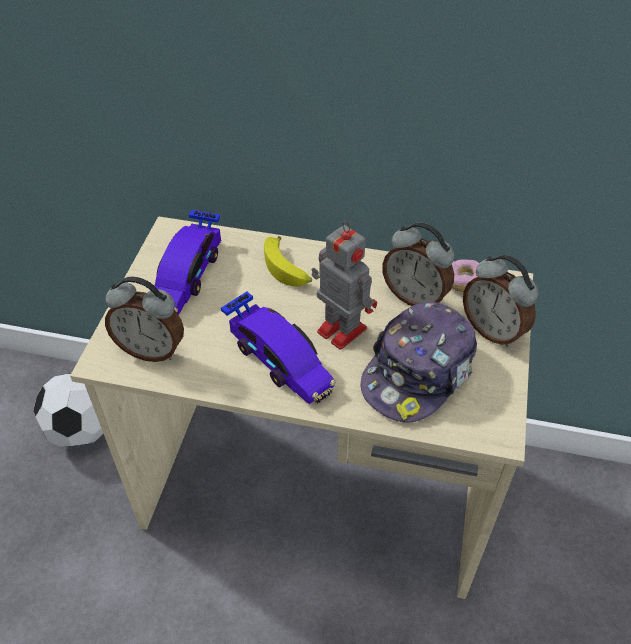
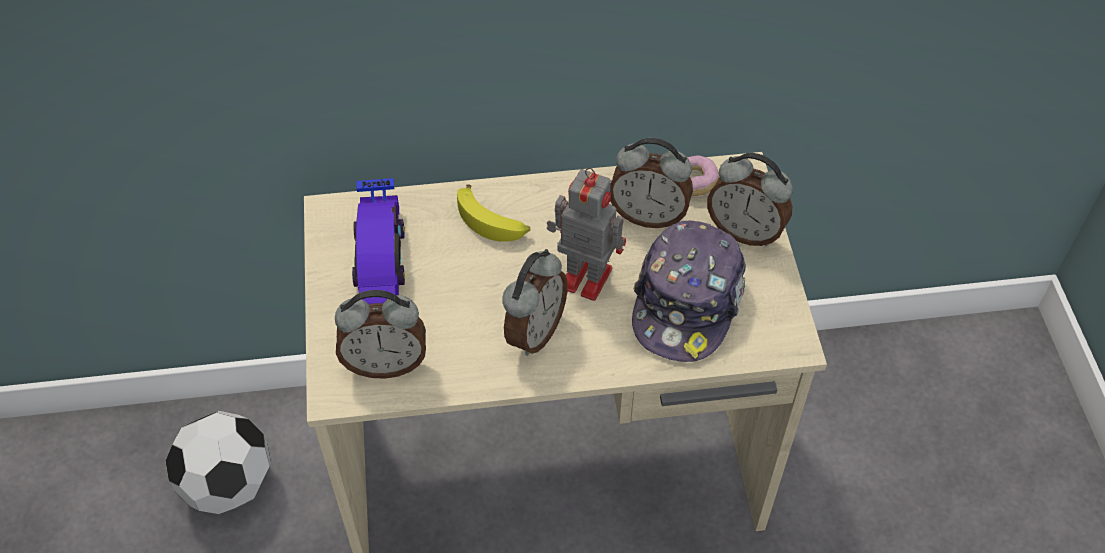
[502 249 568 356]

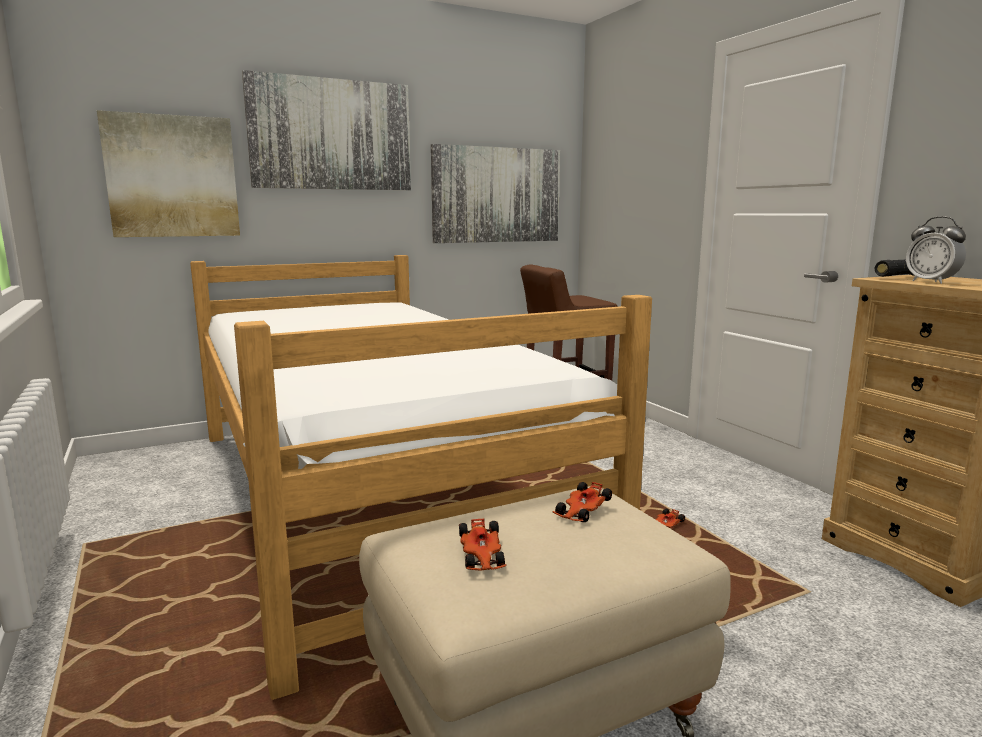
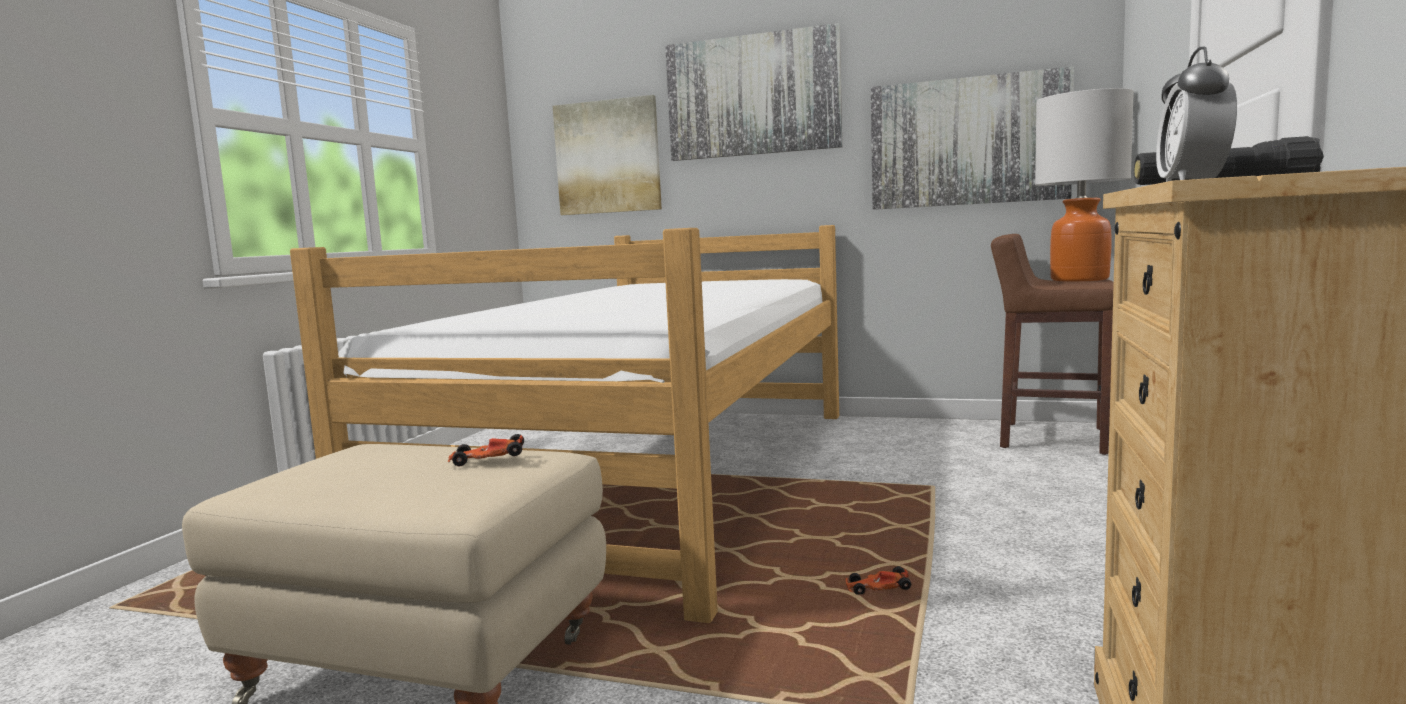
[459 519 507 571] (first image)
[1035 88 1134 282]

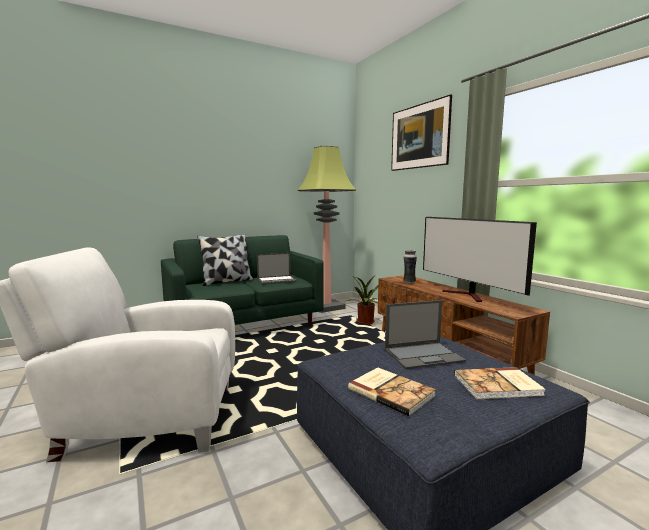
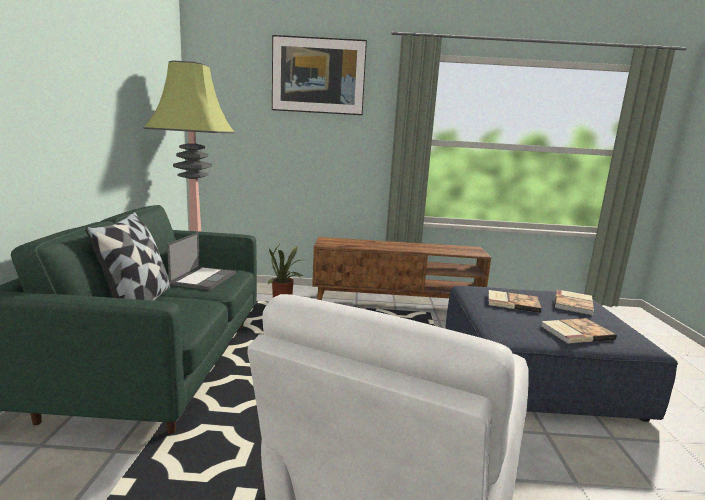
[403 250 417 284] (first image)
[423 217 537 302] (first image)
[488 290 542 313]

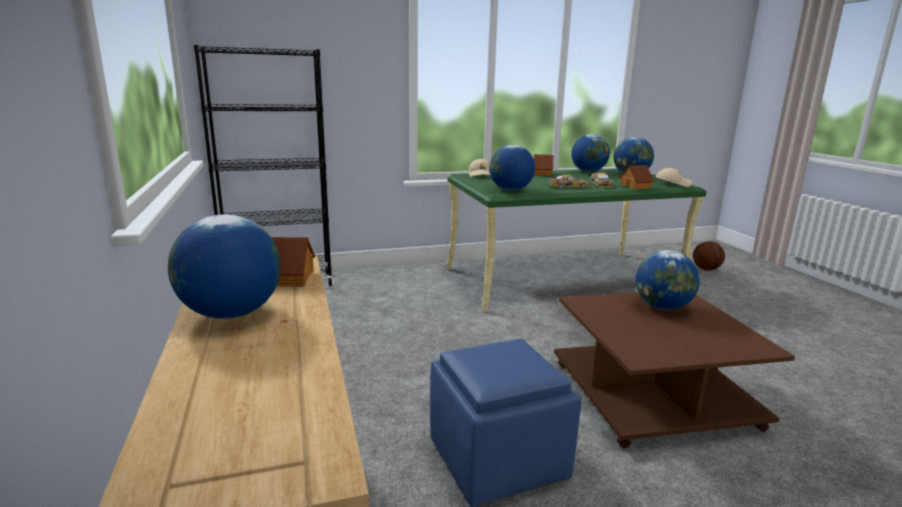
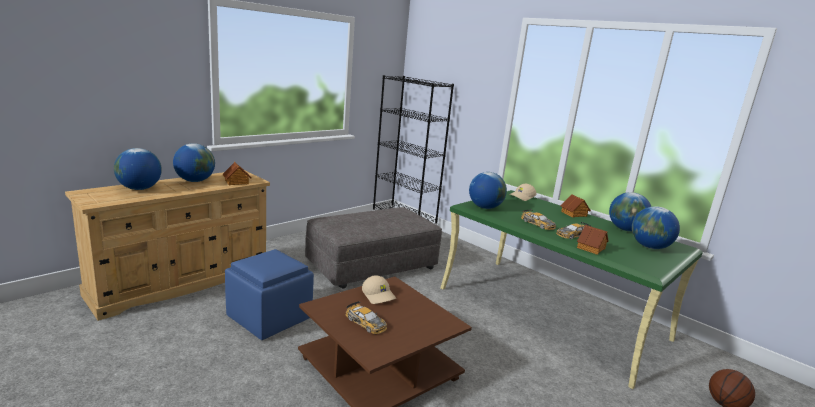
[305 207 442 289]
[345 301 387 334]
[114 148 162 190]
[362 275 396 304]

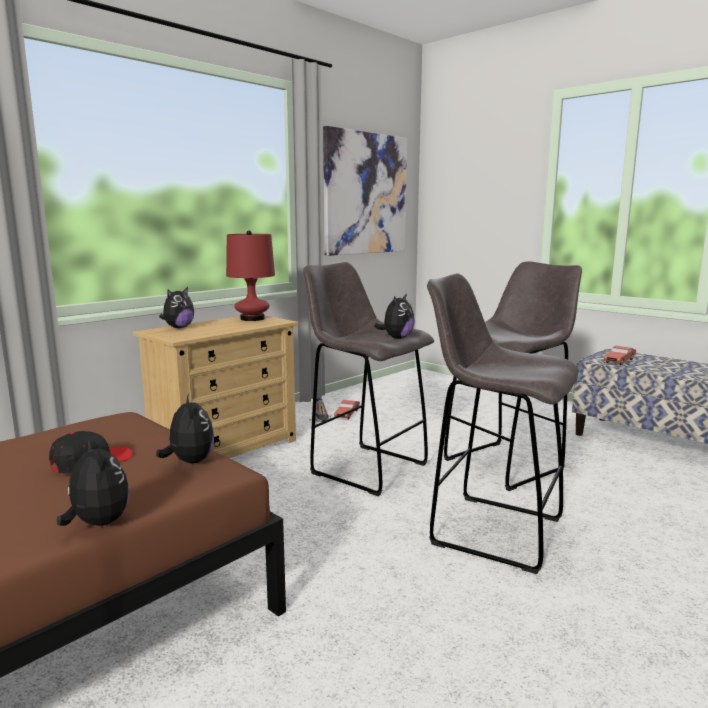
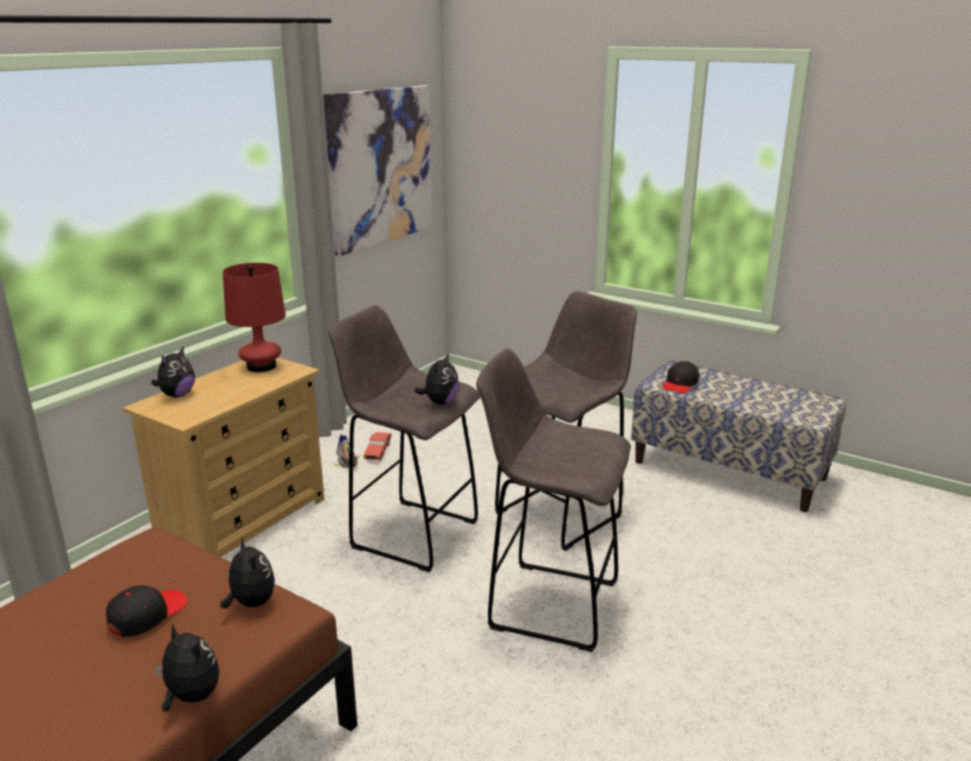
[662 361 699 394]

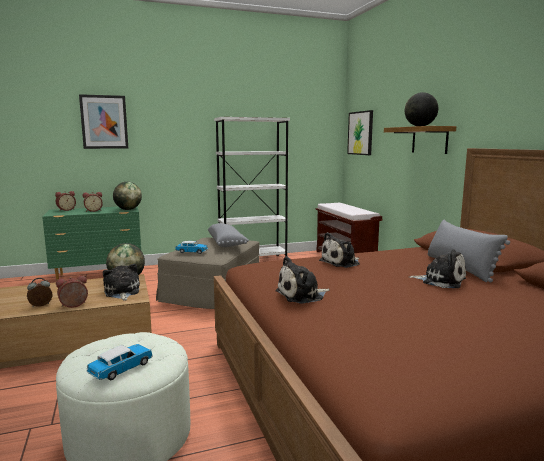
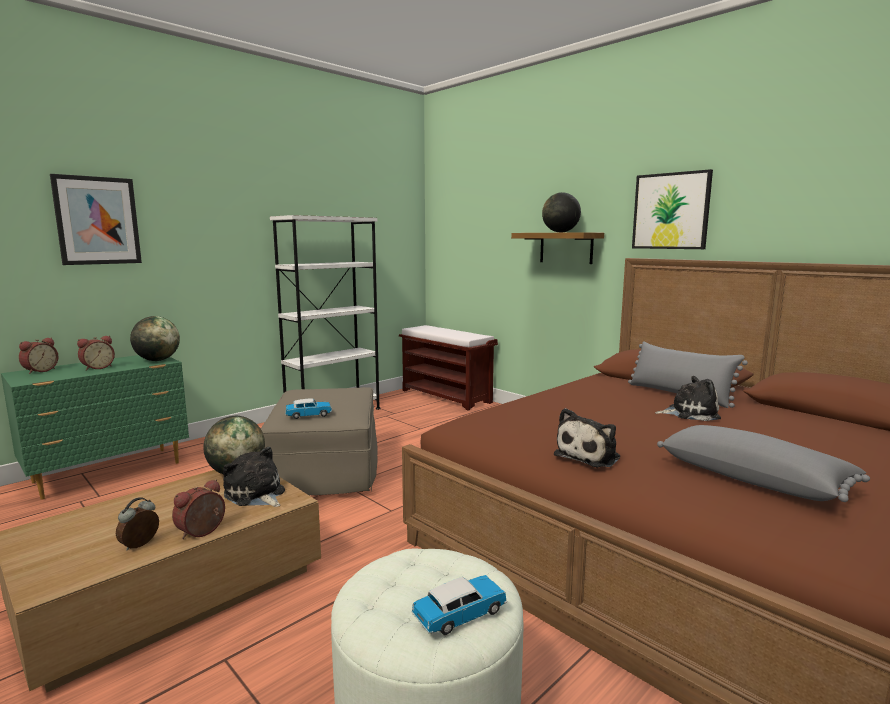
[319 232 360 268] (first image)
[657 425 870 502]
[632 169 713 249]
[411 575 507 635]

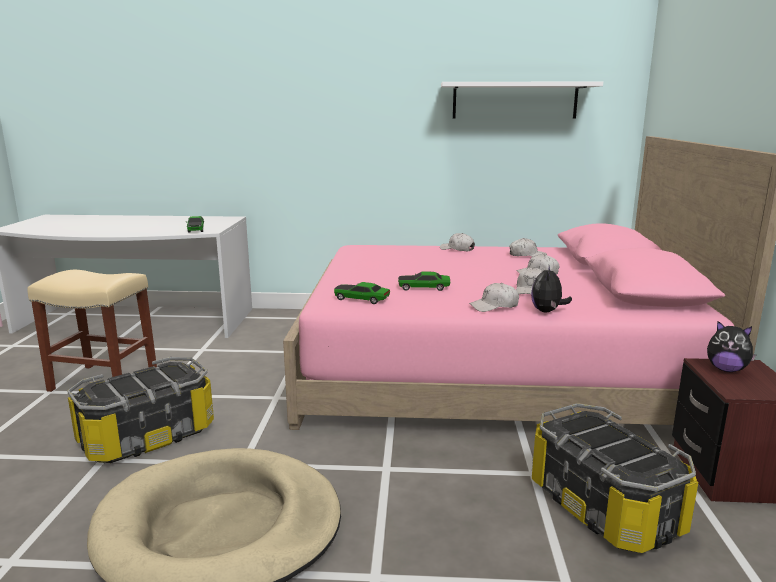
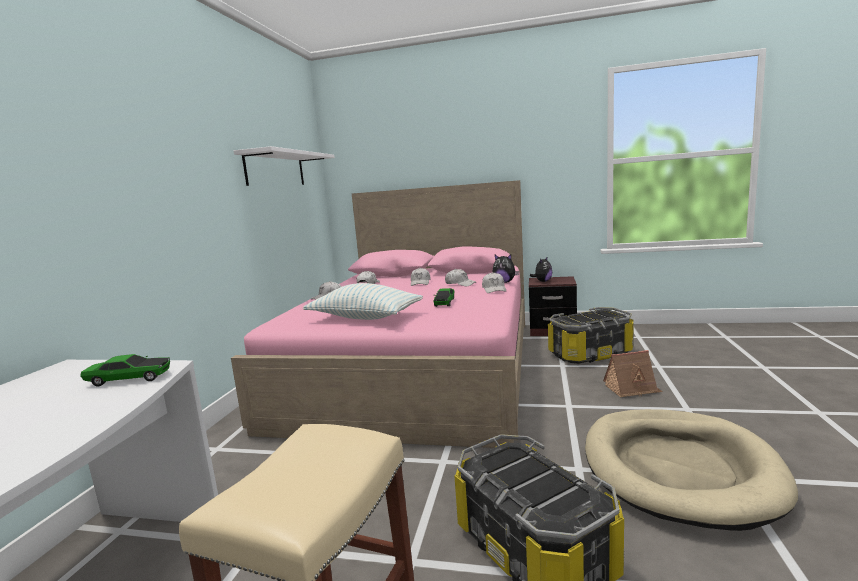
[334 282 390 304] (first image)
[303 283 423 320]
[603 350 663 397]

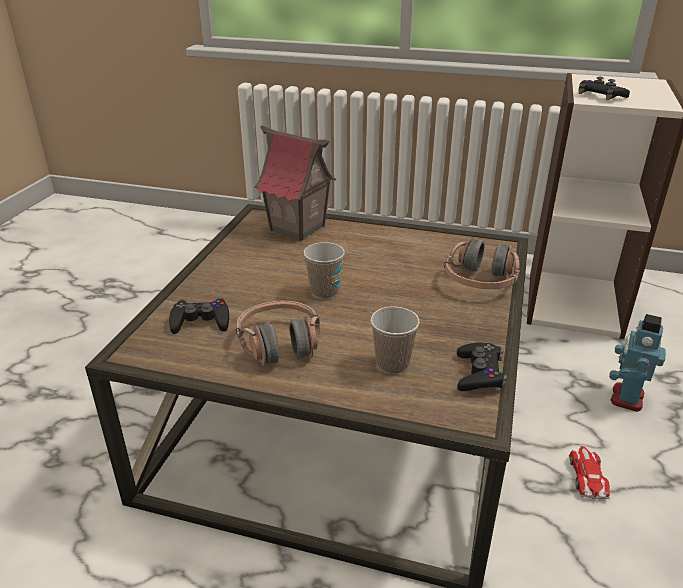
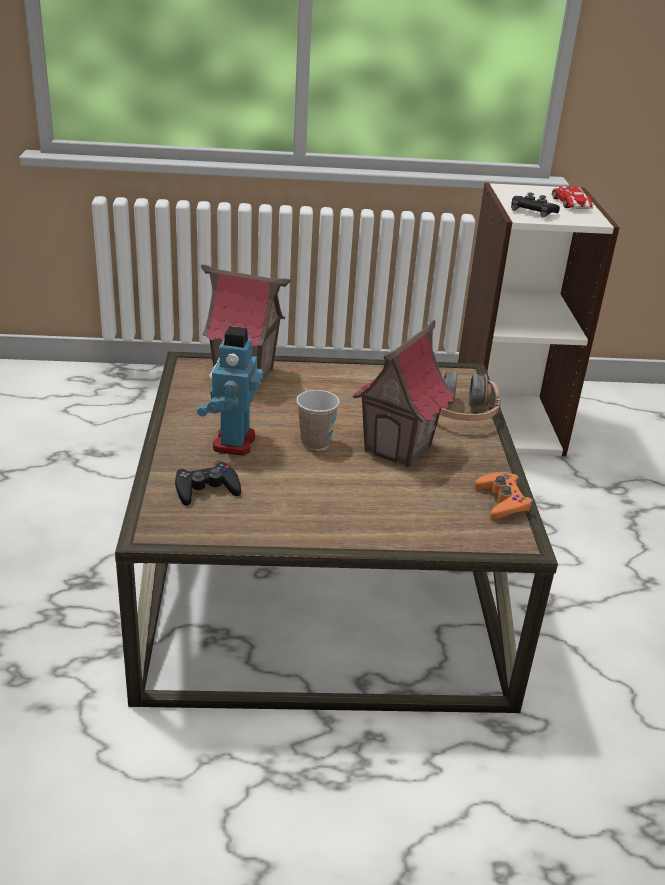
[235 301 320 366] (first image)
[371 307 420 374] (first image)
[353 320 455 467]
[551 186 593 209]
[197 326 263 456]
[474 472 533 519]

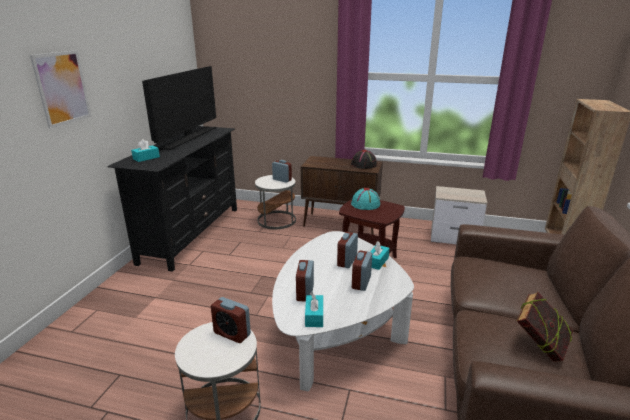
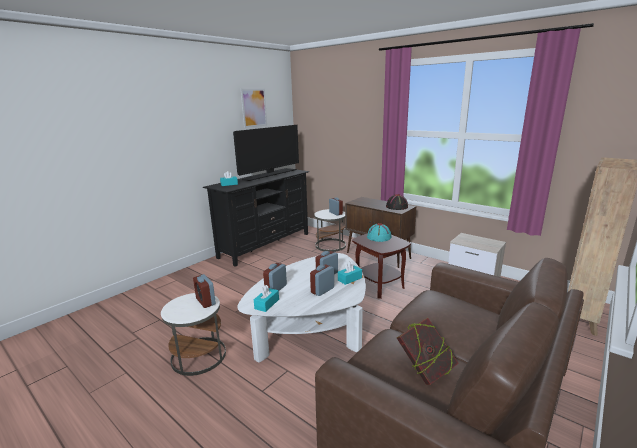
[241 89 267 128]

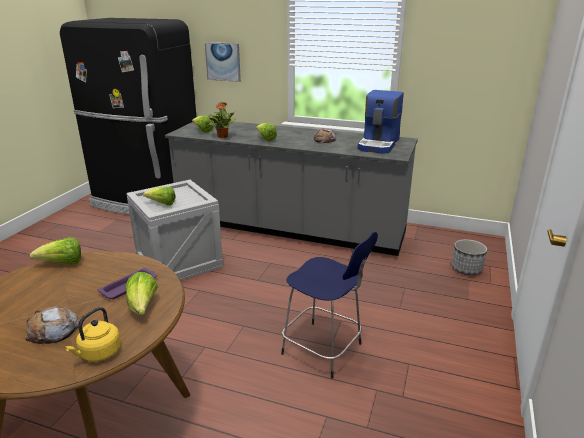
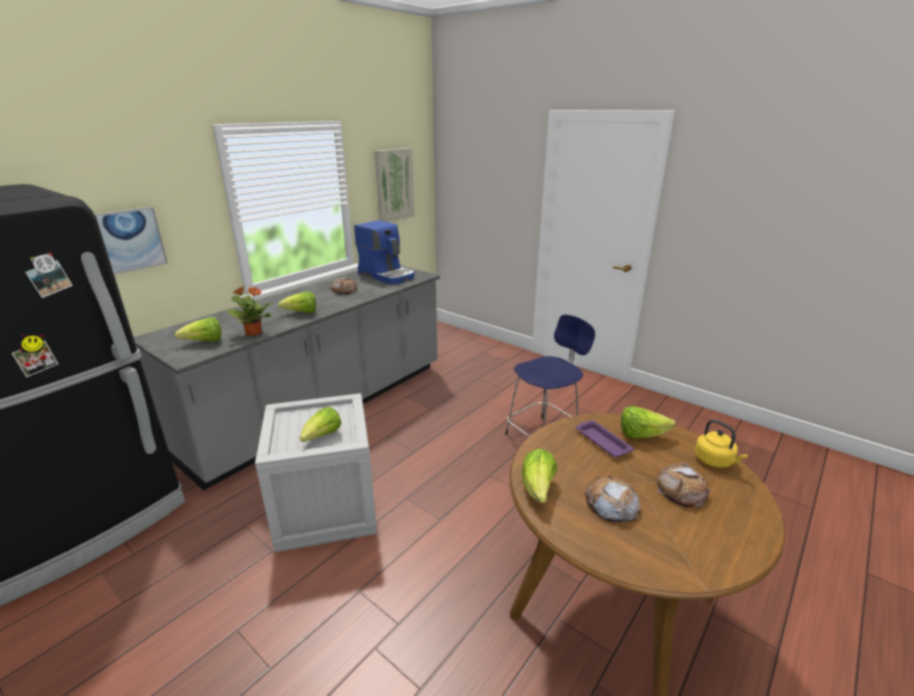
[452 239 487 275] (first image)
[375 148 414 222]
[585 476 641 523]

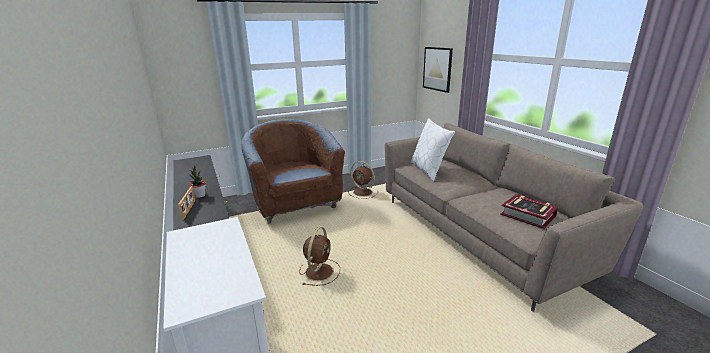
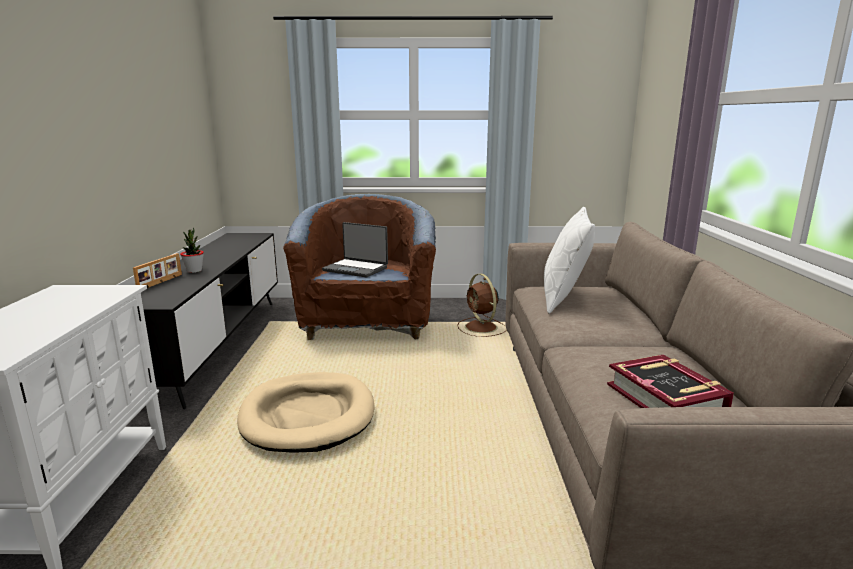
[423 47 453 93] (first image)
[322 222 388 277]
[237 372 375 453]

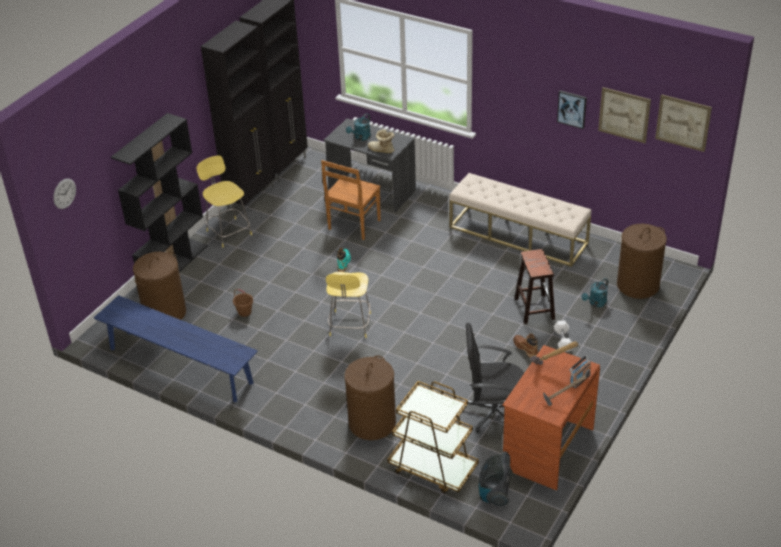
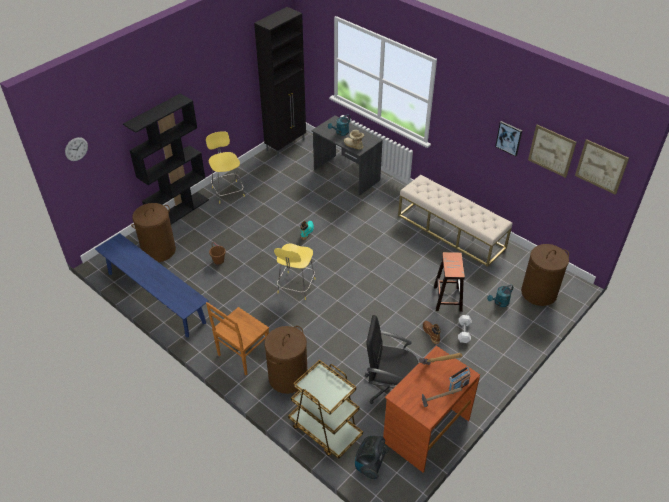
[201 21 275 215] (first image)
[206 302 269 375]

